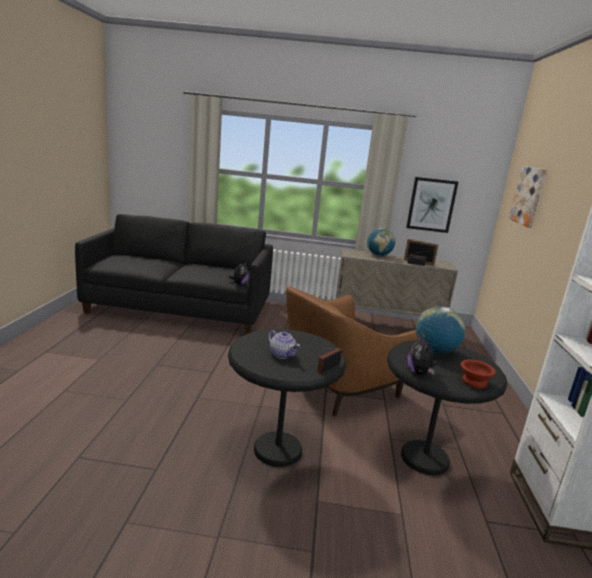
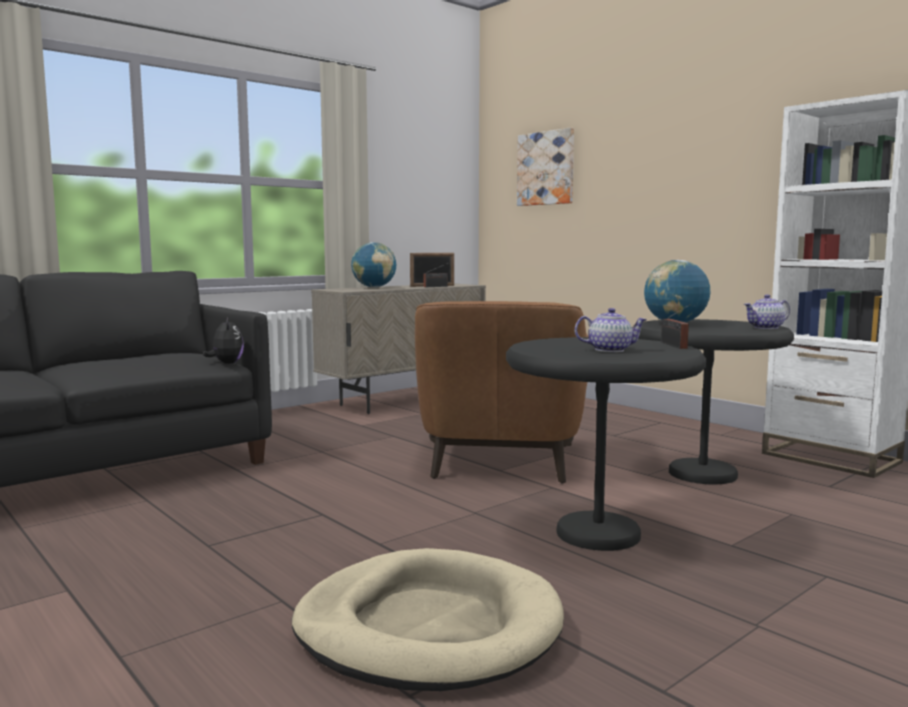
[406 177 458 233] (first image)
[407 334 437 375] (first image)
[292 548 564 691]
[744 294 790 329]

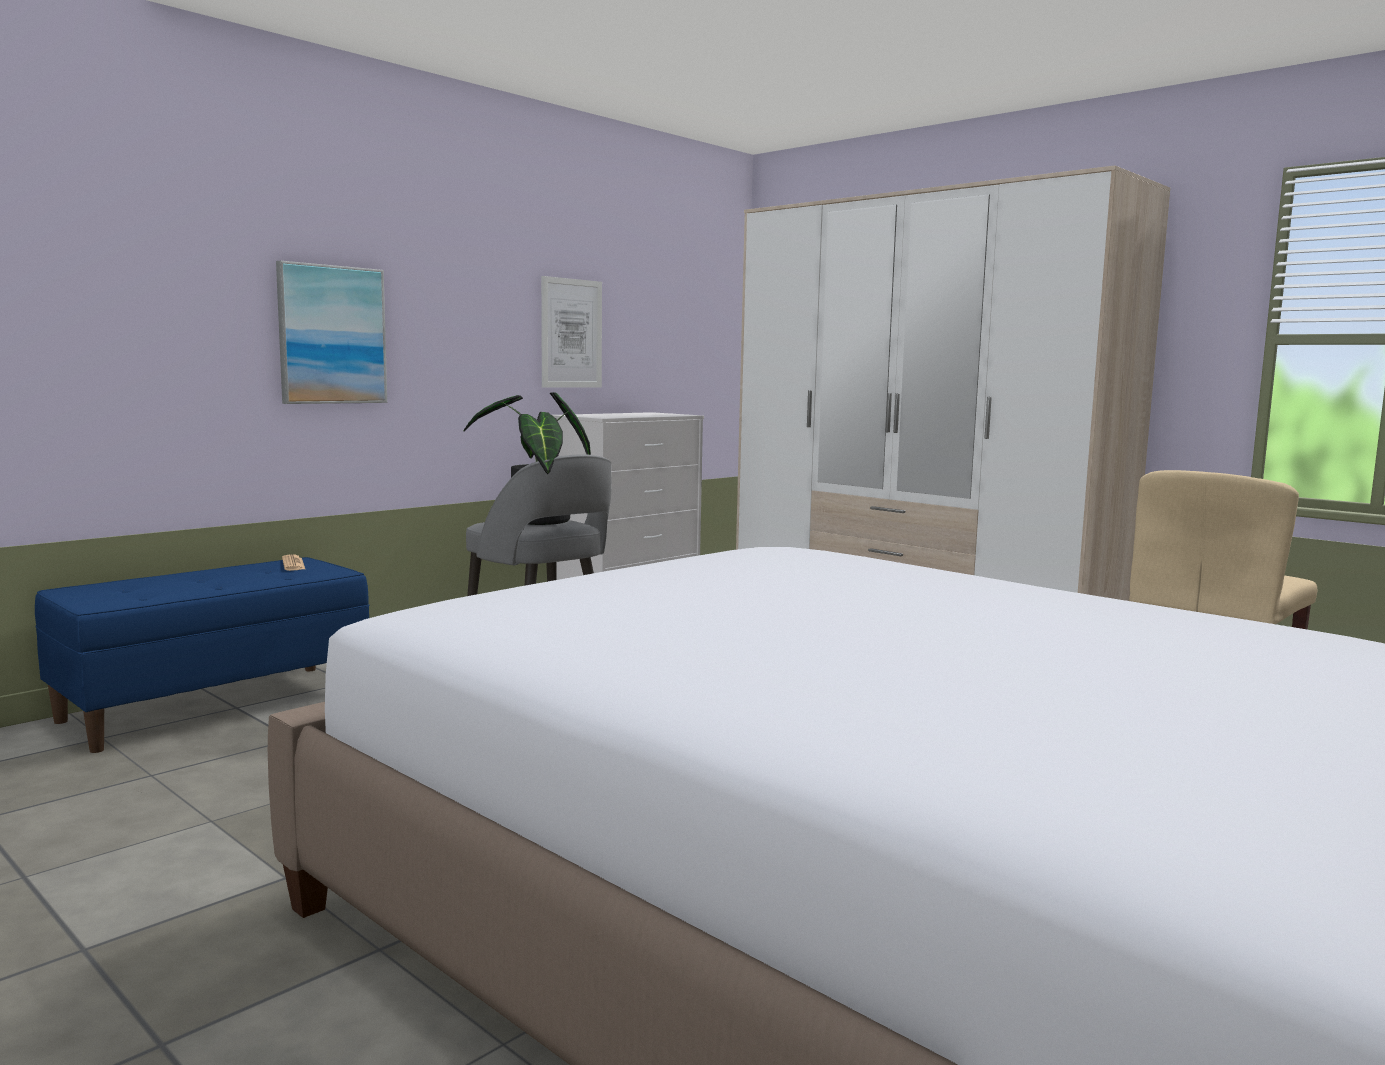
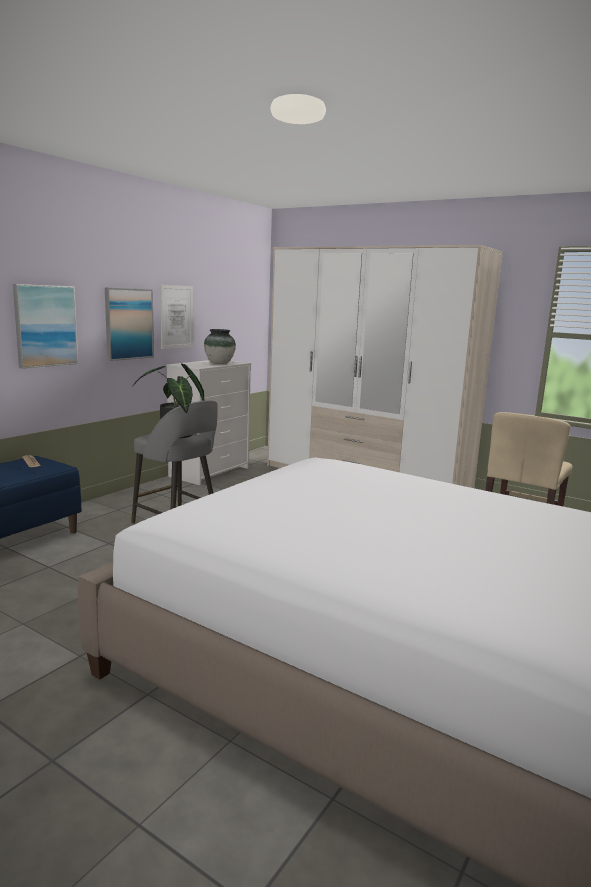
[105 287 154 361]
[204 329 236 364]

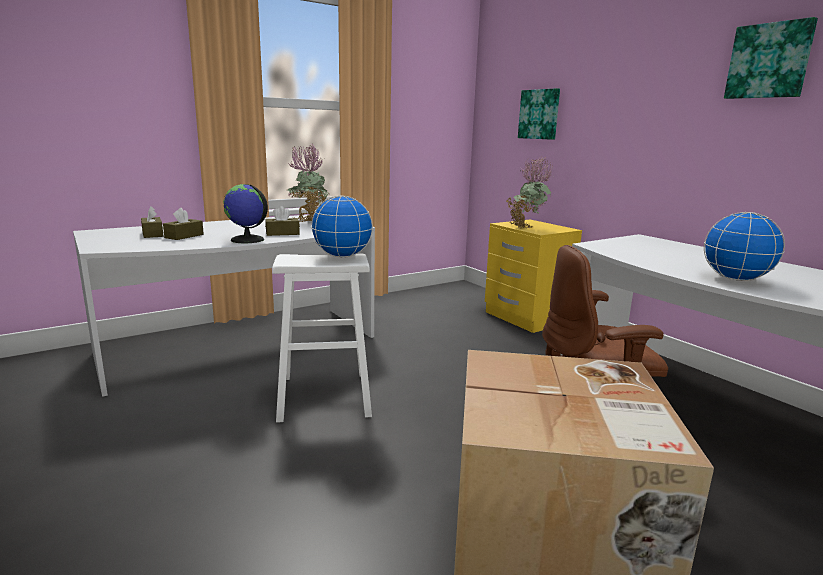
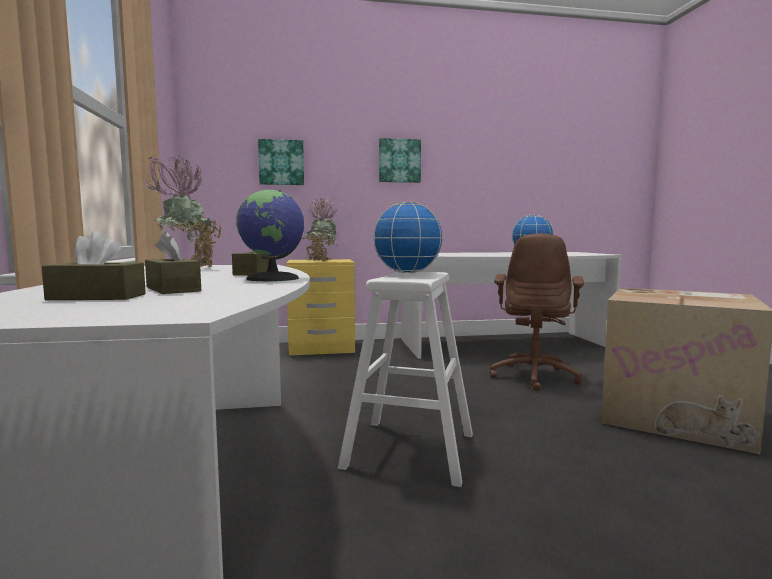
[379 138 421 183]

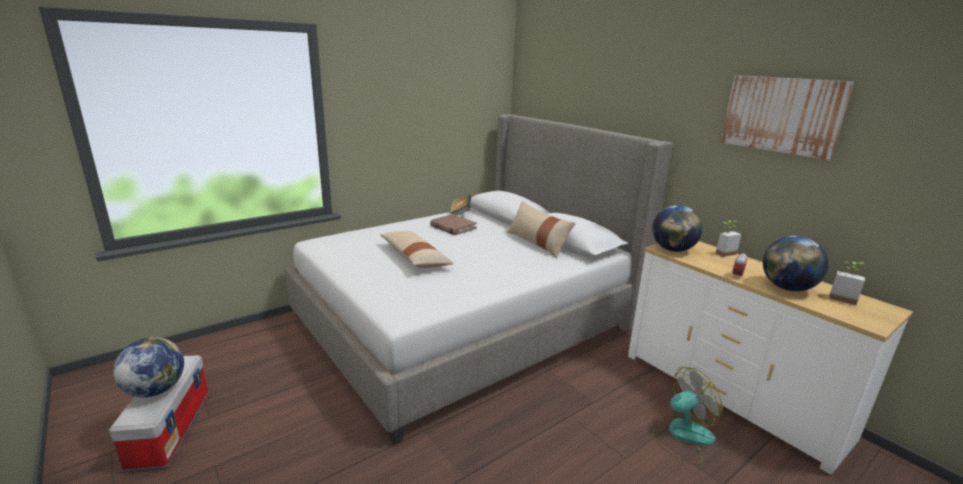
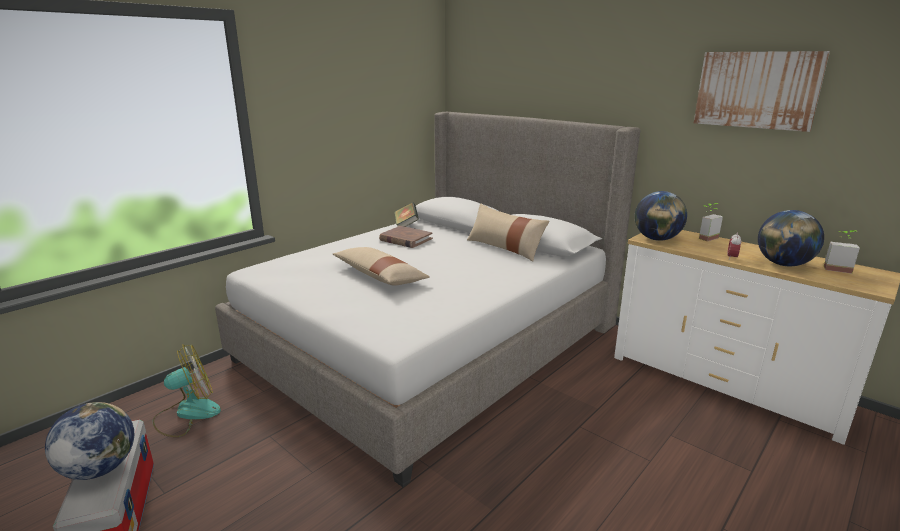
[153 344 221 437]

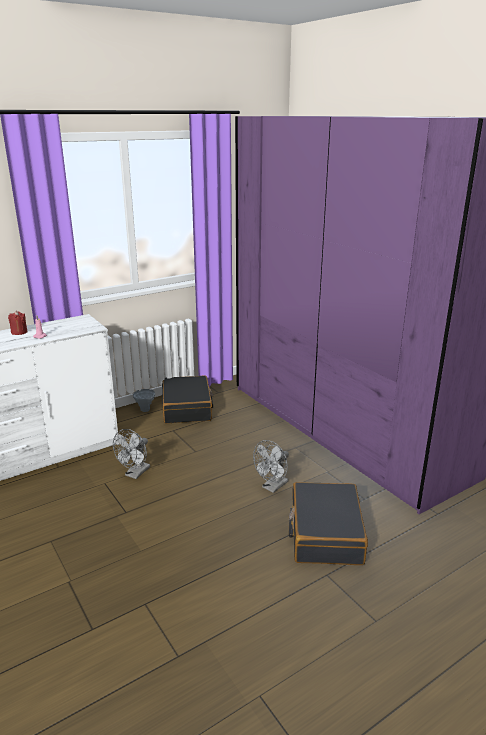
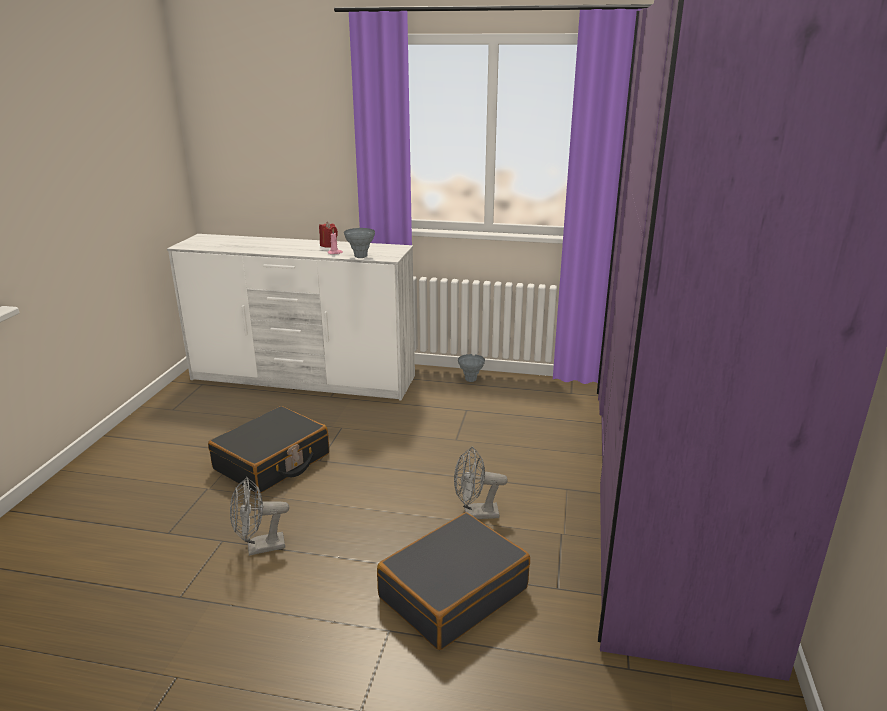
[344 228 375 258]
[230 477 289 556]
[208 406 329 493]

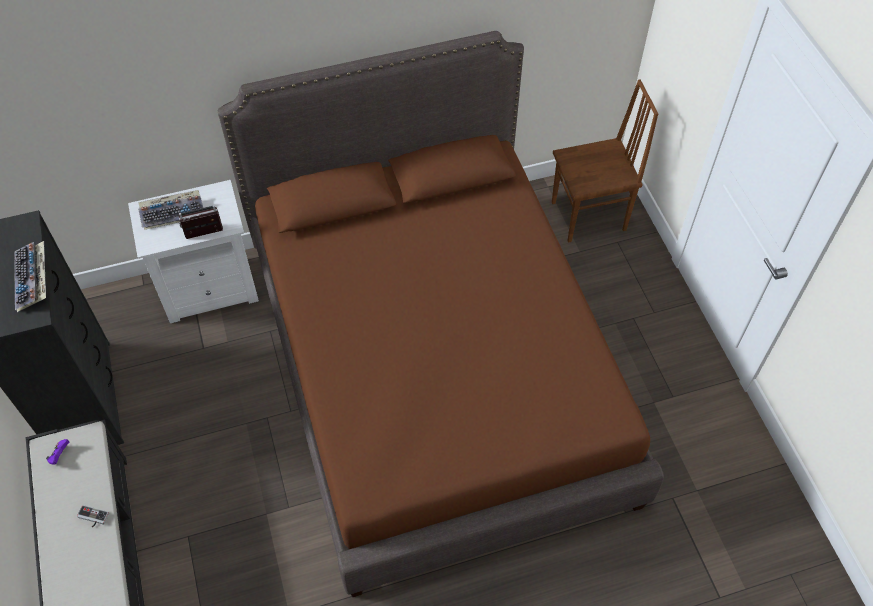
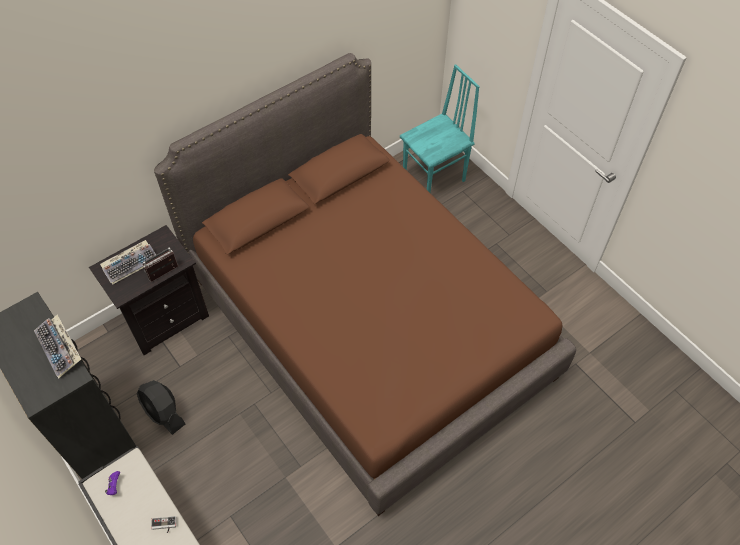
[137 380 185 435]
[89 225 209 355]
[400 64 480 193]

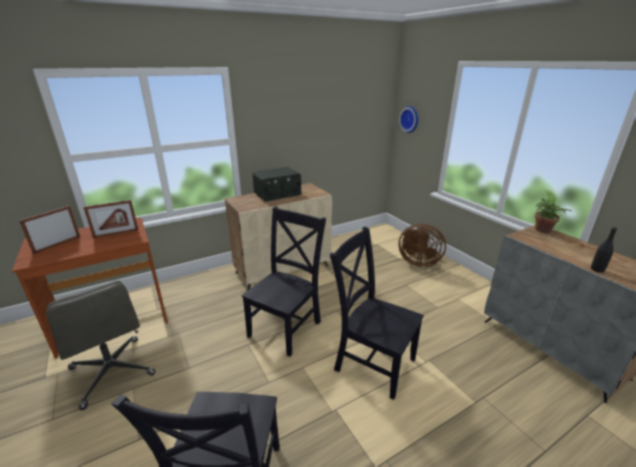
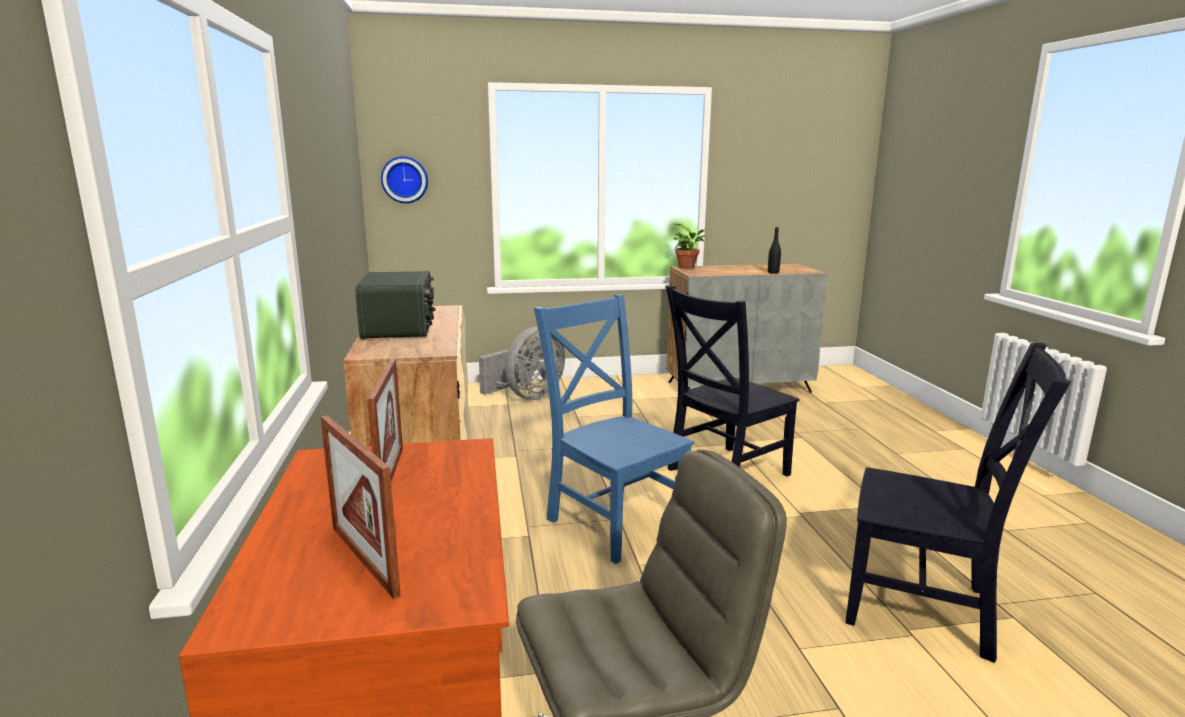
[534 294 694 564]
[479 326 565 400]

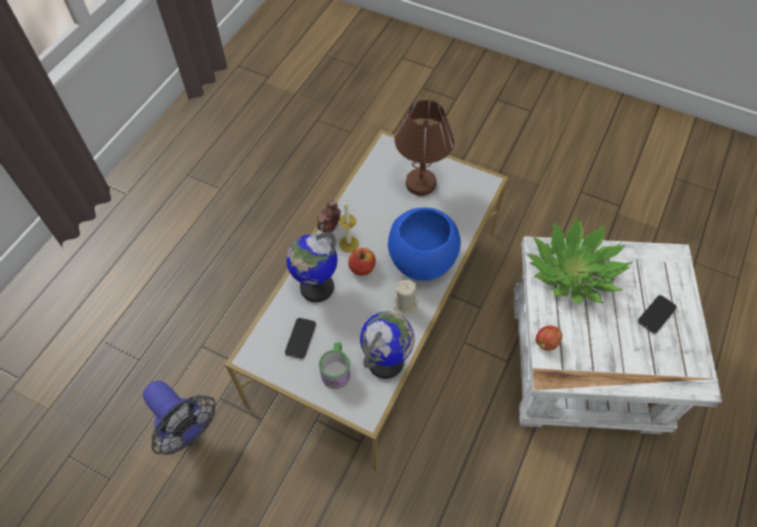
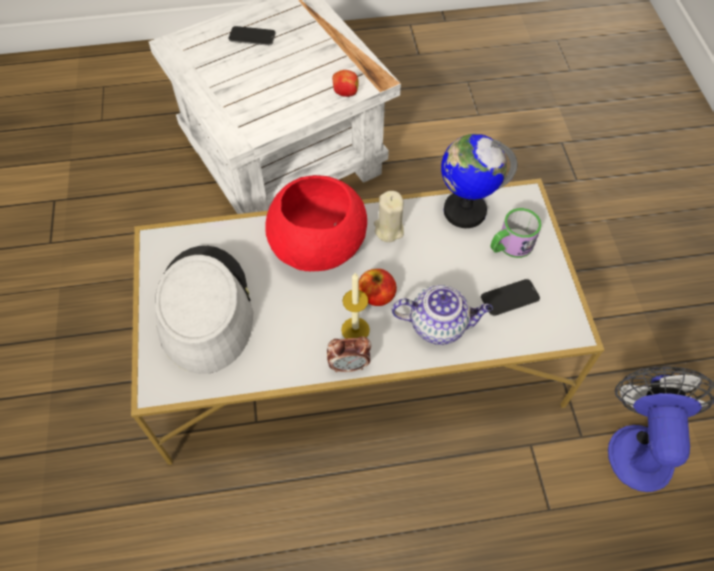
[527 217 633 305] (first image)
[392 285 493 345]
[155 246 253 374]
[265 175 367 271]

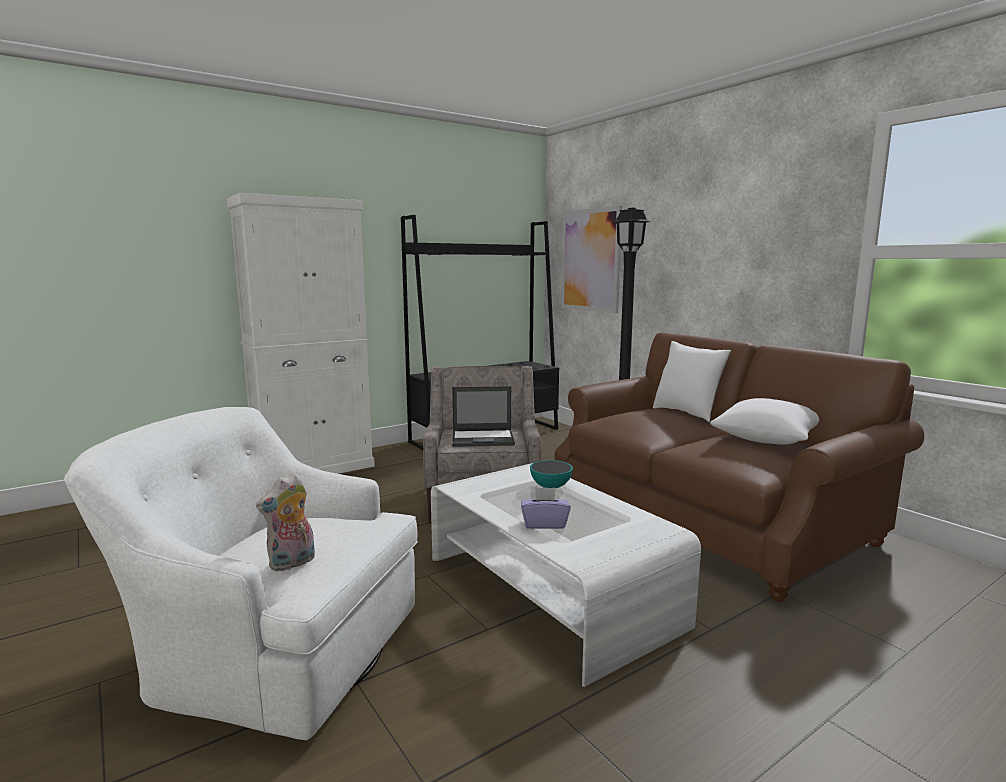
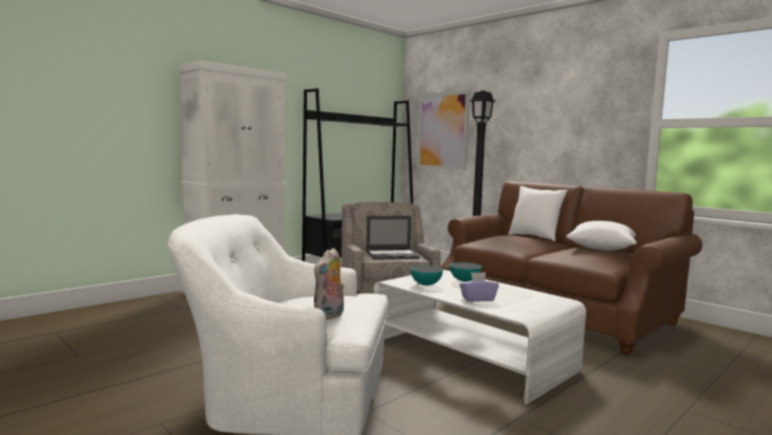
[410 265 443 286]

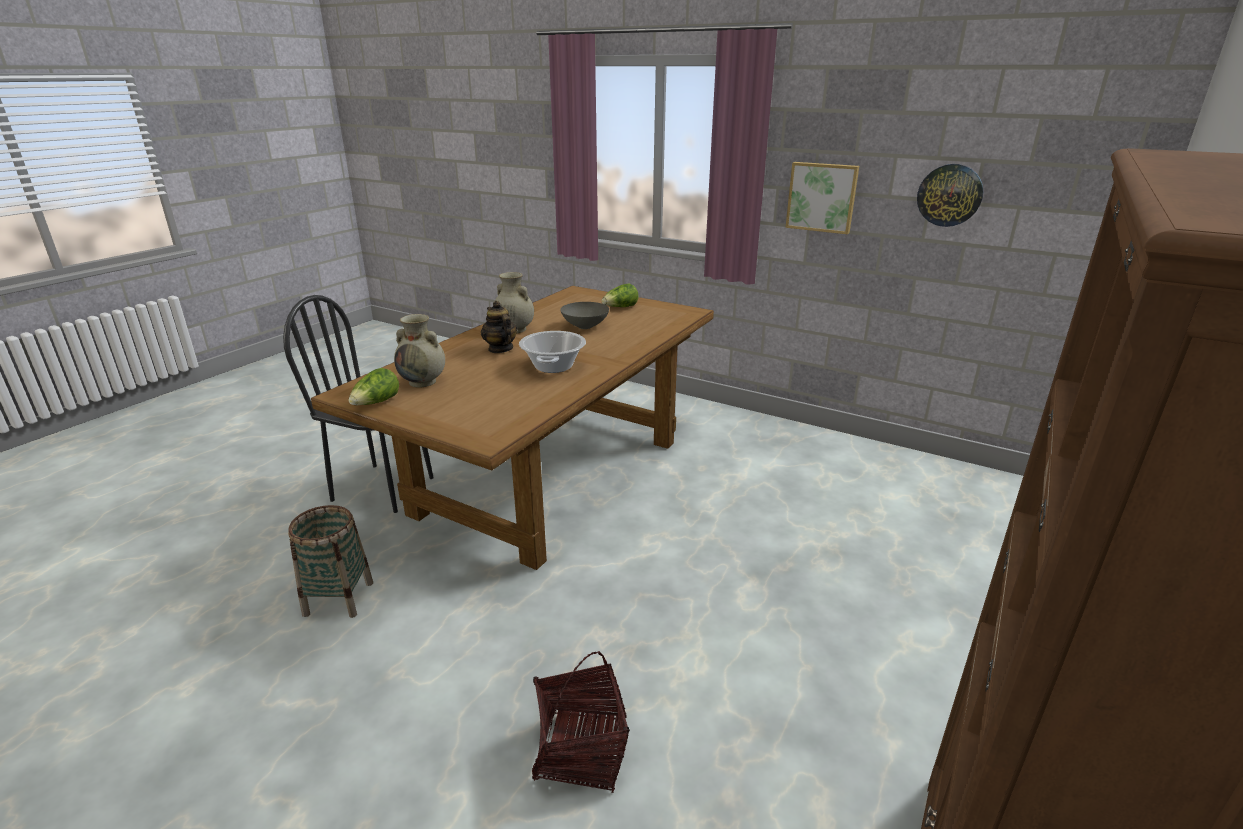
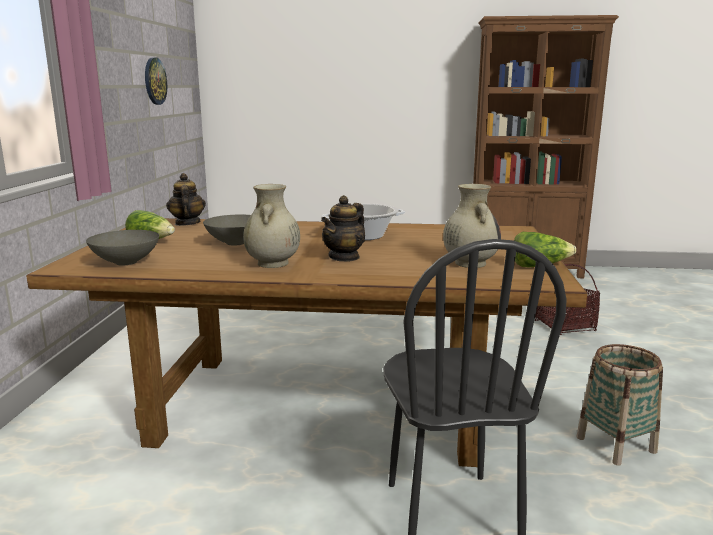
[785 162 859 234] (first image)
[86 230 159 265]
[166 173 206 226]

